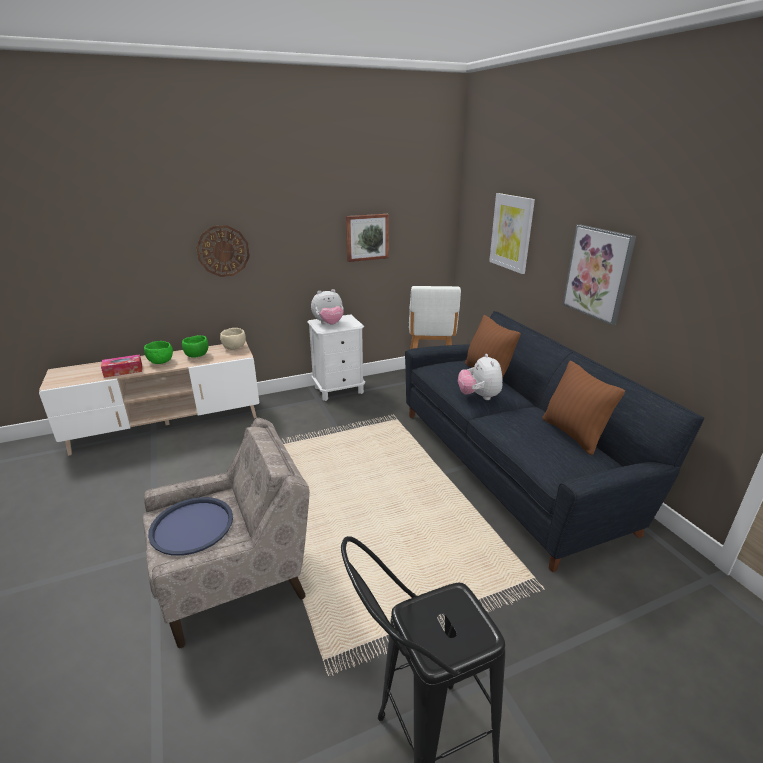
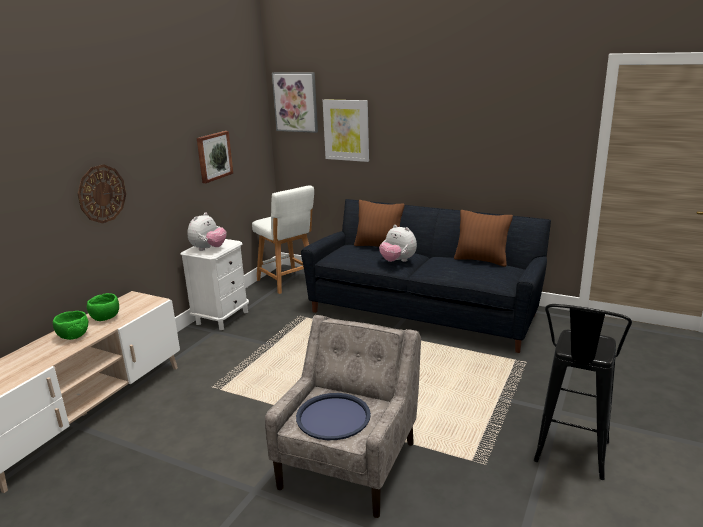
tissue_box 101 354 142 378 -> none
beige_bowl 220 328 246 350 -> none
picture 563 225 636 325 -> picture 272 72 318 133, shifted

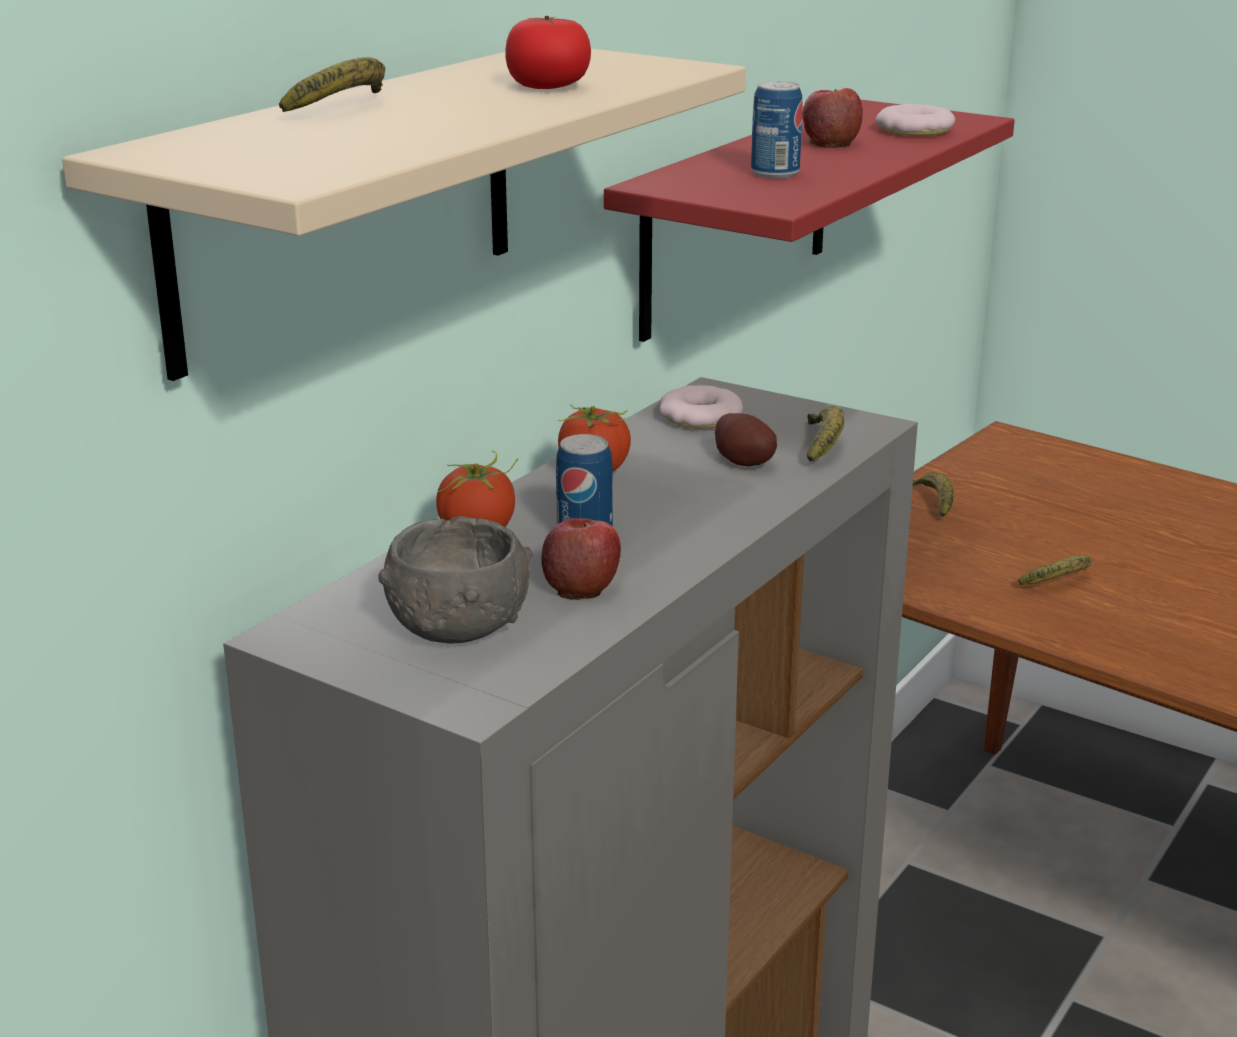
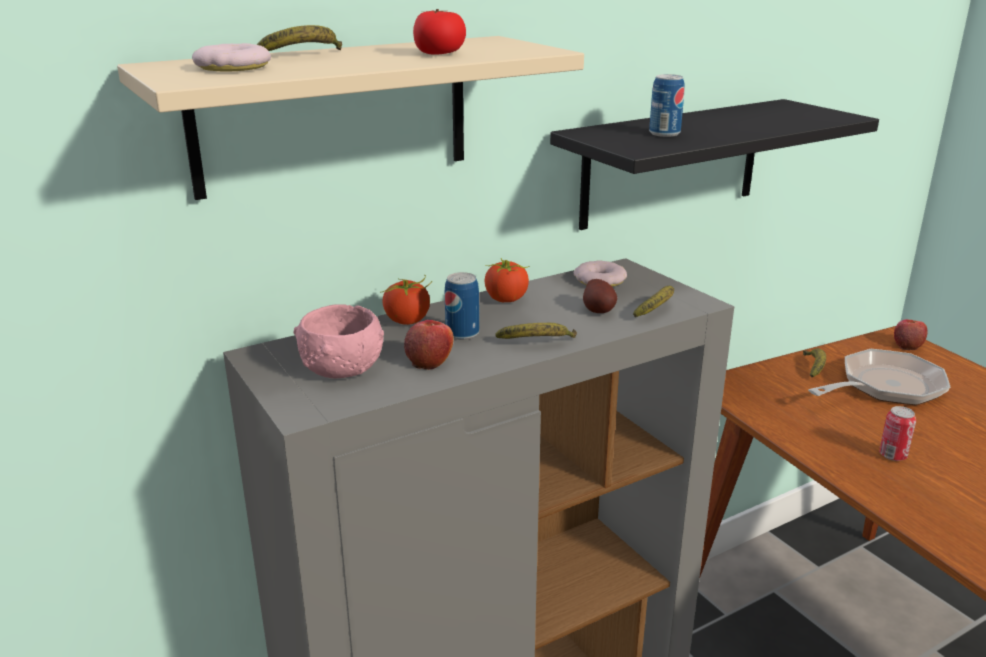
none -> frying_pan 808 349 950 406
none -> can 879 406 916 461
apple 802 88 863 148 -> apple 894 319 928 350, shifted
donut 876 104 955 136 -> donut 192 43 271 72, shifted
banana 1018 555 1092 585 -> banana 495 323 577 339, shifted
grey_bowl 378 516 532 643 -> pink_bowl 294 304 384 378
red_shelf 604 99 1015 342 -> black_shelf 550 99 879 230

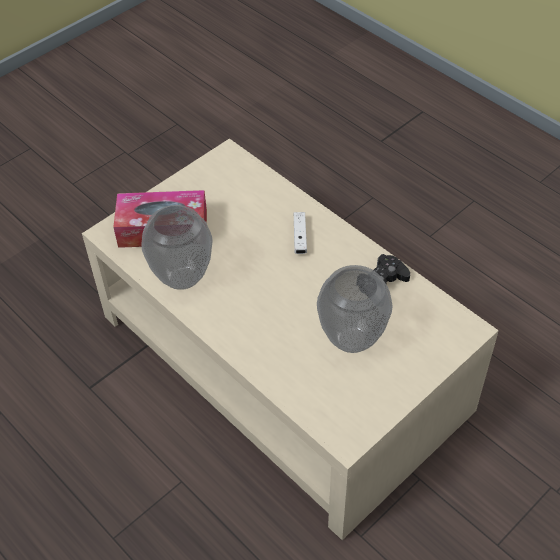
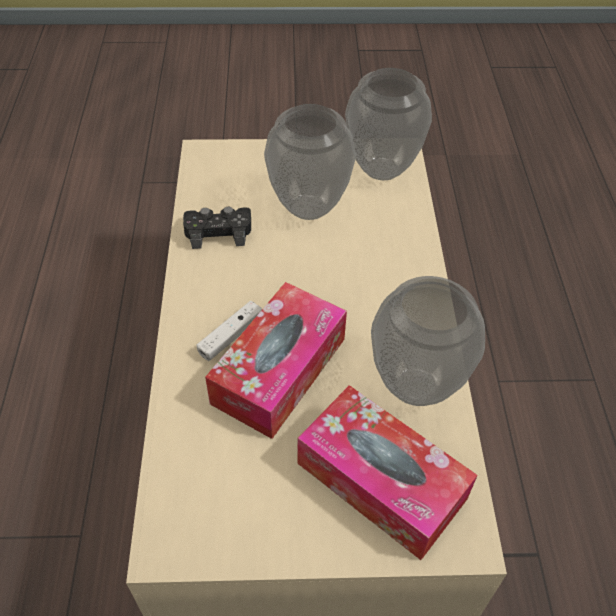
none -> tissue_box 205 282 347 439
none -> vase 345 68 432 180

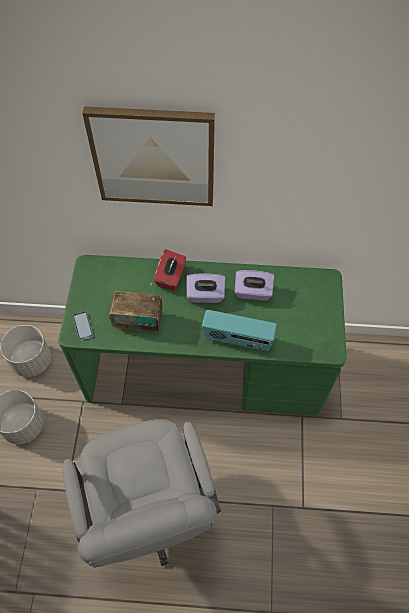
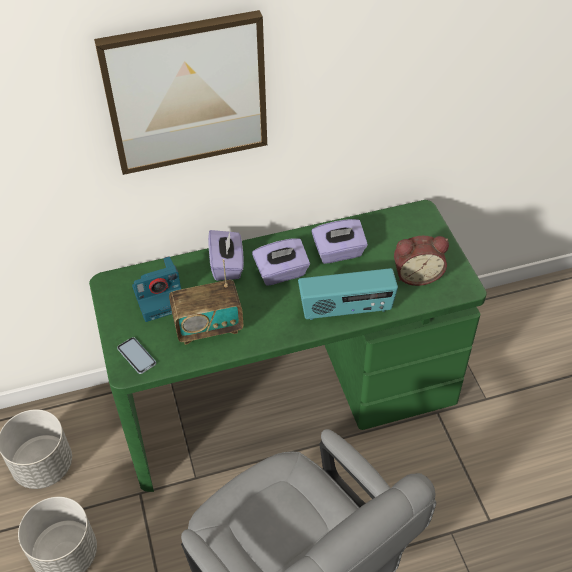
none -> photo_camera 132 256 181 322
none -> alarm_clock 394 236 449 286
red_tissue_box 154 249 186 290 -> purple_tissue_box 208 230 244 281

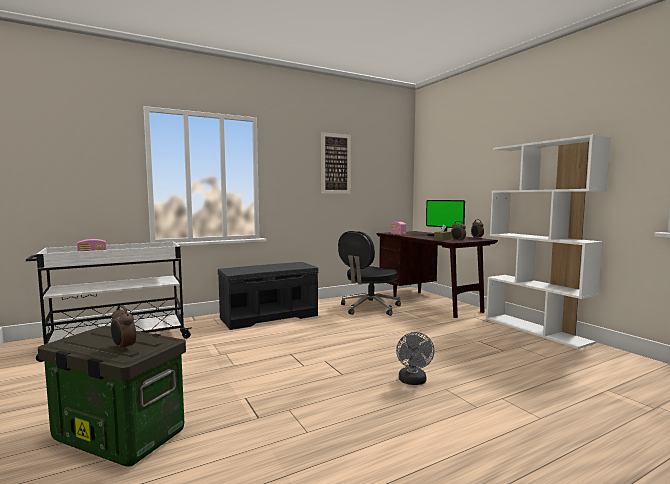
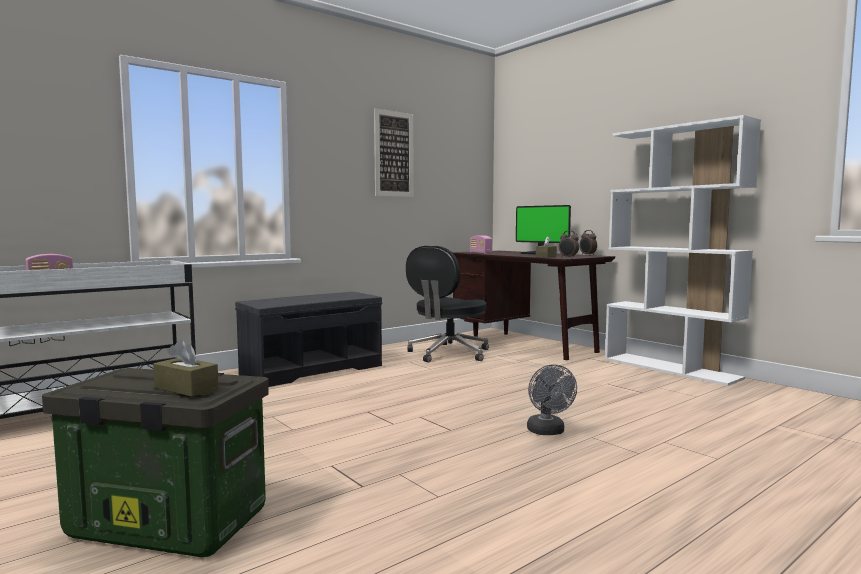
alarm_clock 111 305 136 352 -> brown_tissue_box 153 340 219 397

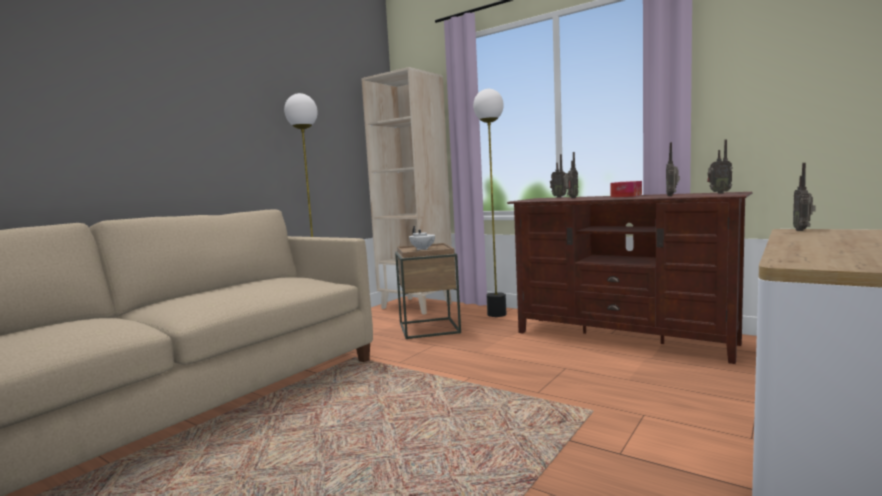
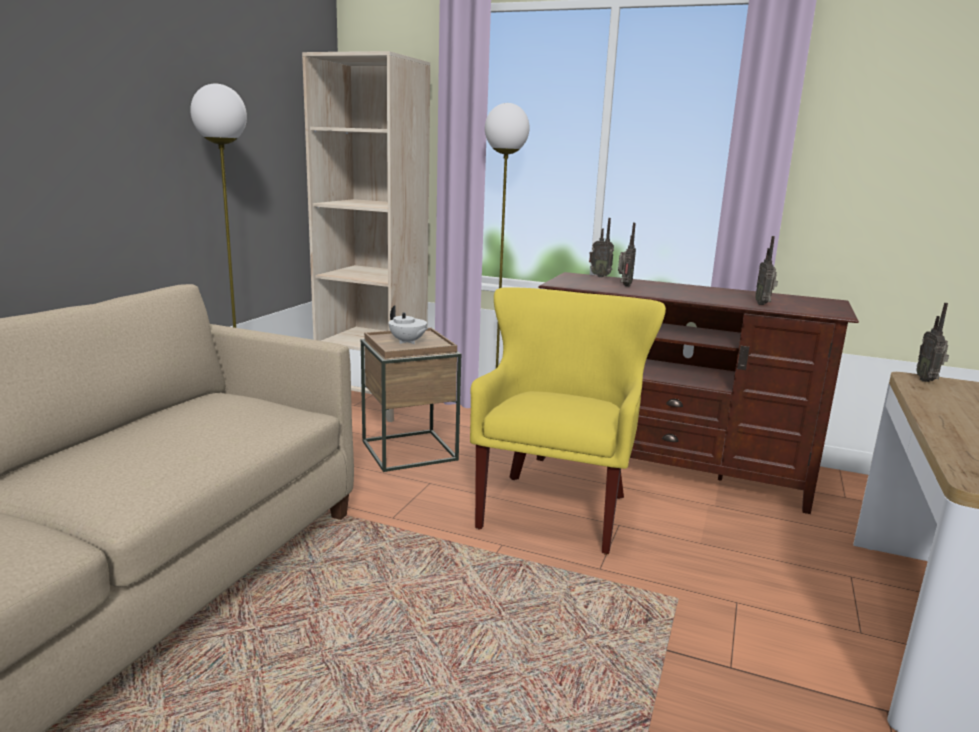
tissue_box 610 181 642 197 -> none
radio 707 139 733 194 -> none
none -> yellow_armchair 470 287 666 555

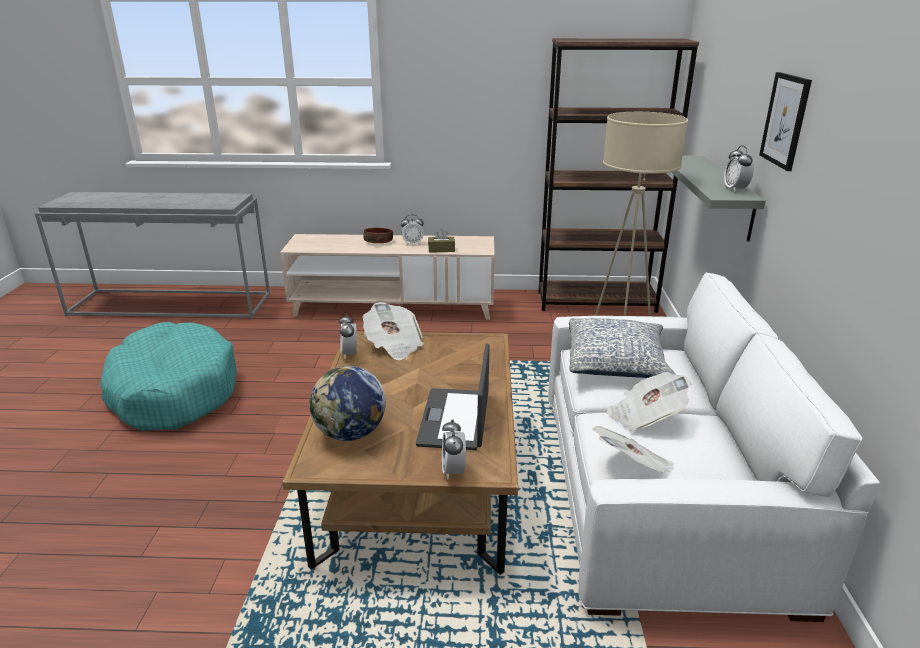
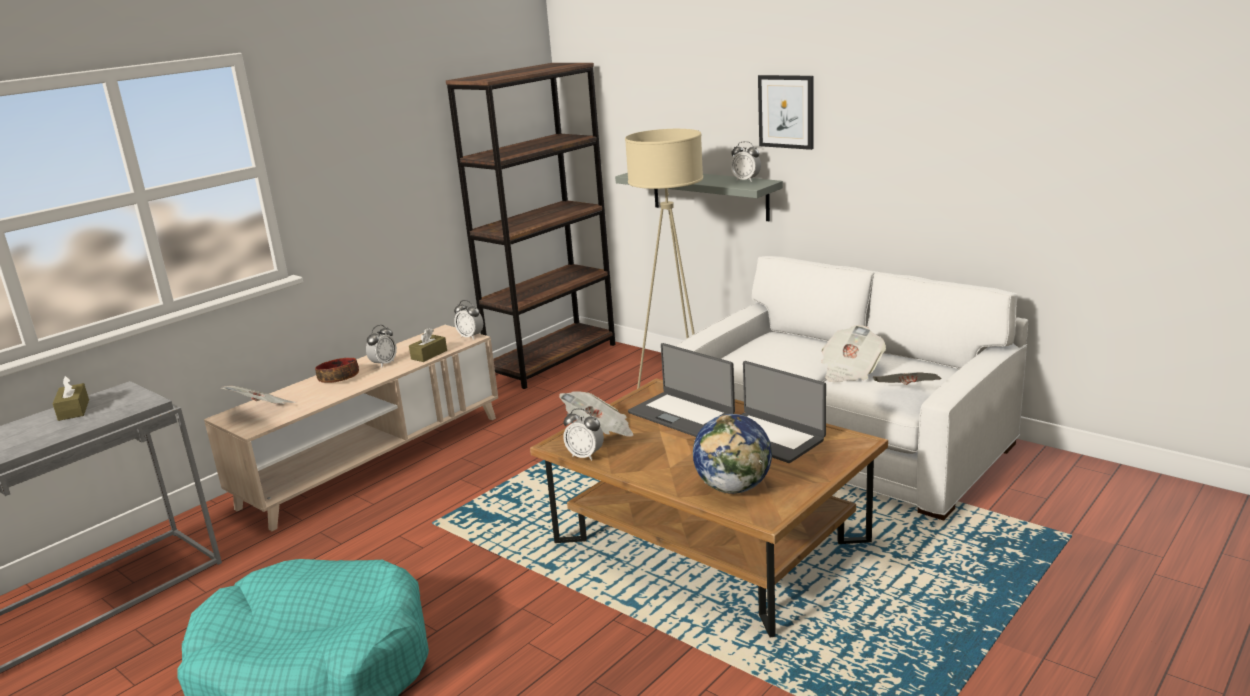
pillow 569 318 676 378 -> none
none -> brown_tissue_box 53 375 89 421
none -> newspaper 221 386 296 404
none -> laptop 628 343 735 437
alarm_clock 442 420 466 480 -> alarm_clock 454 300 483 340, shifted

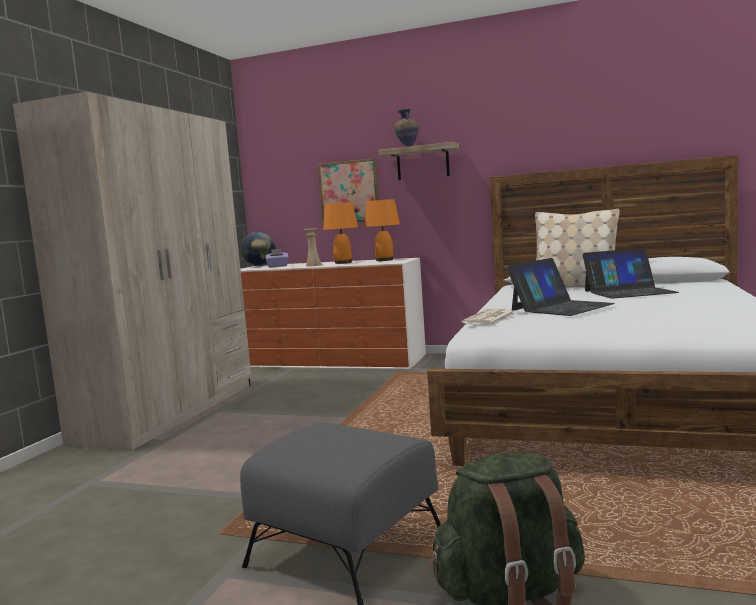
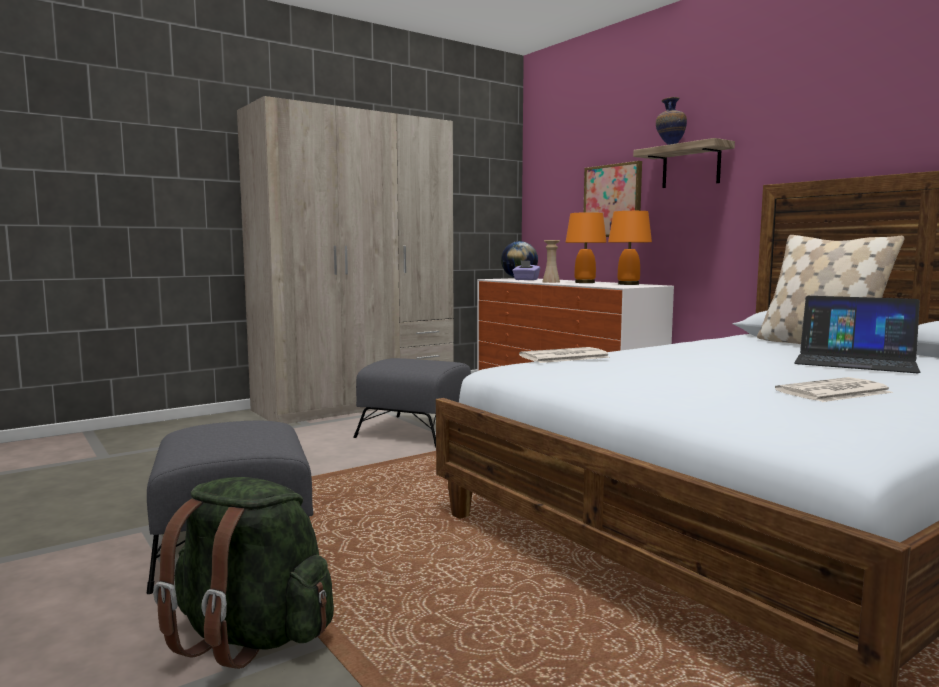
laptop 506 258 615 316 -> none
none -> grey_ottoman 353 358 471 448
none -> newspaper 775 377 893 402

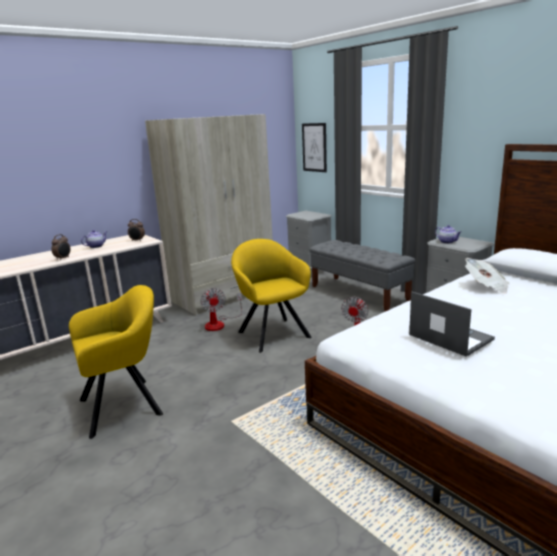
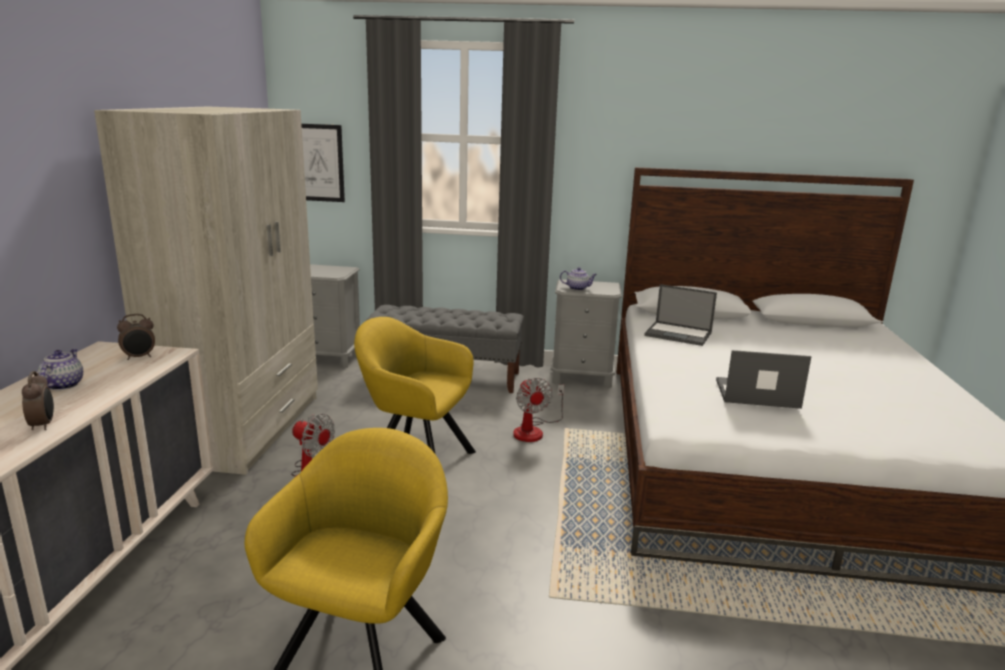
newspaper 465 258 509 294 -> laptop 644 284 717 346

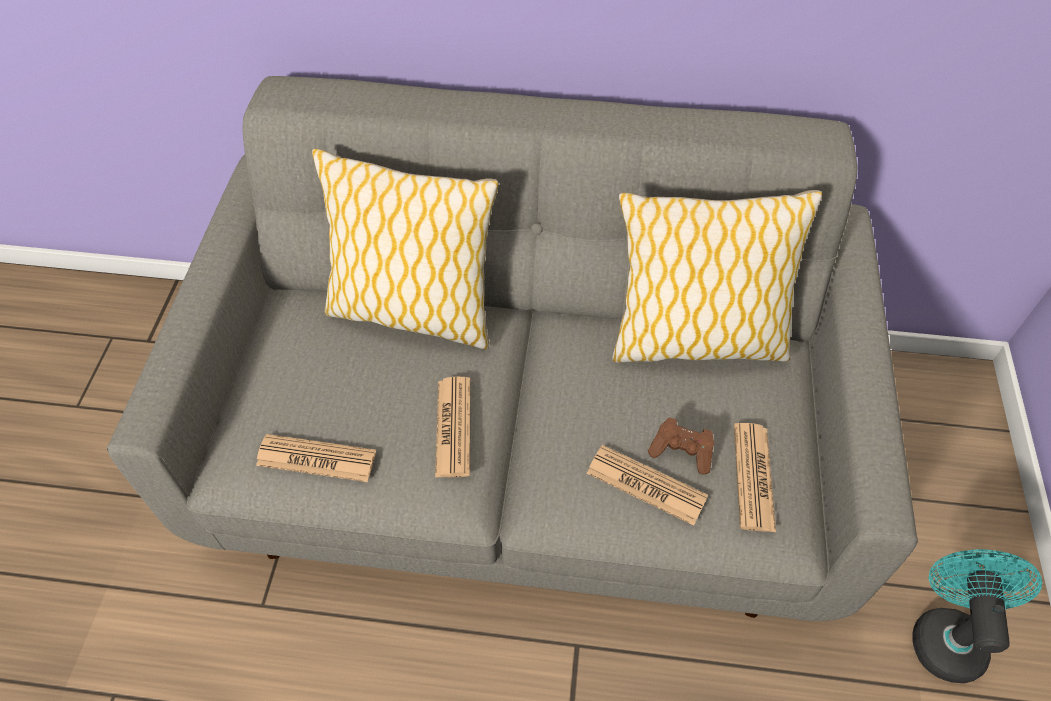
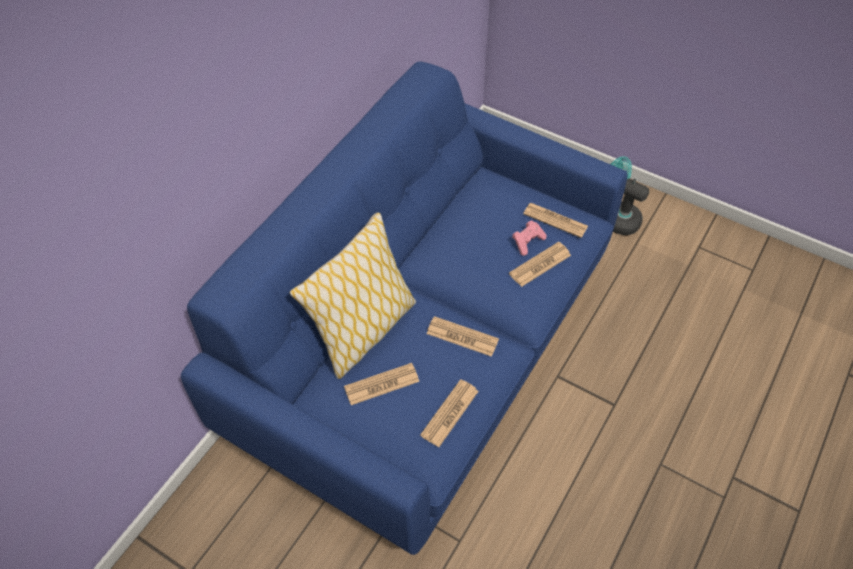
pillow 612 190 822 363 -> none
none -> newspaper 344 363 419 405
grey_sofa 107 76 918 621 -> blue_sofa 181 61 627 555
brown_game_controller 648 418 714 475 -> pink_game_controller 512 220 546 256

